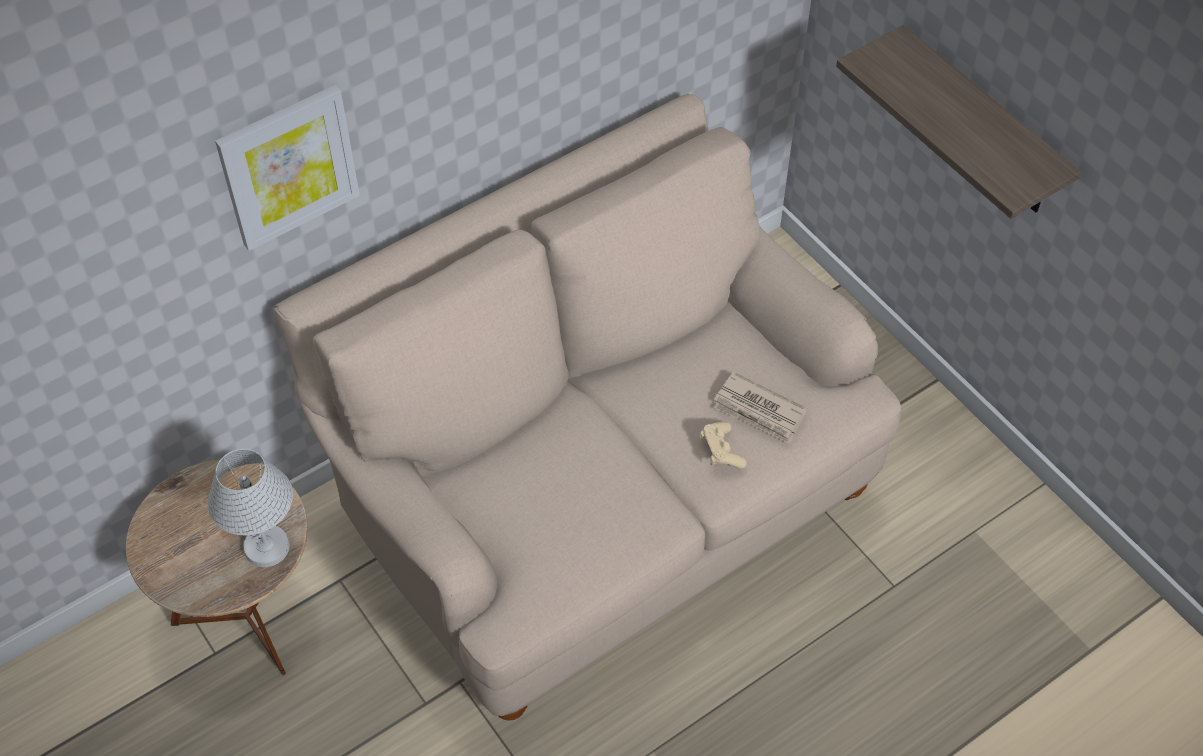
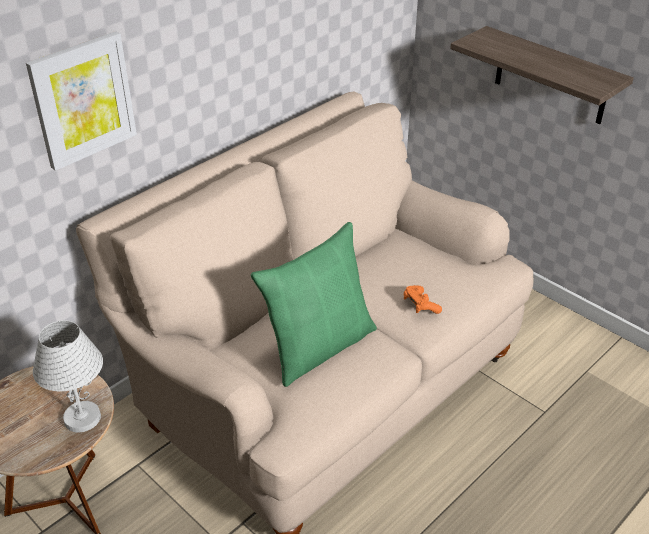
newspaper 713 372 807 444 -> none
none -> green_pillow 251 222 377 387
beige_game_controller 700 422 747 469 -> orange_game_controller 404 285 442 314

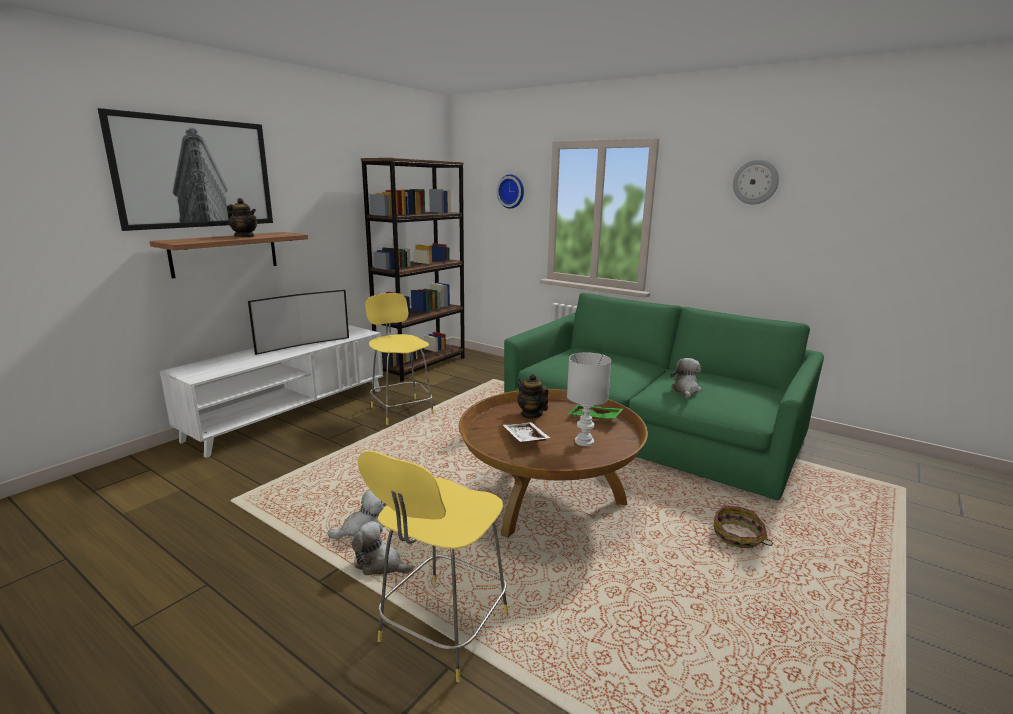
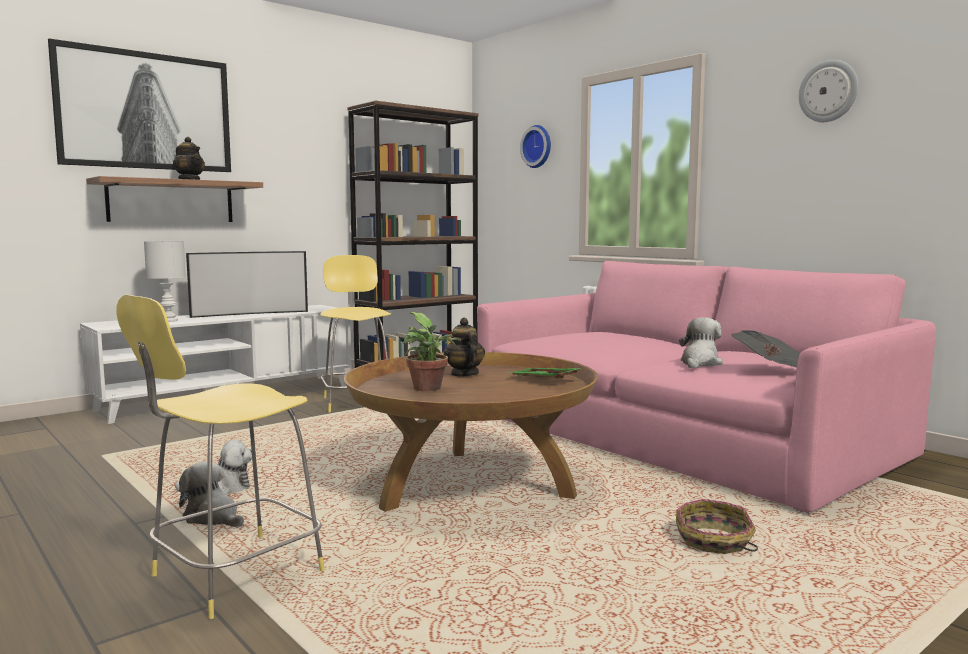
none -> newspaper 732 330 800 368
white_table_lamp 567 352 611 446 -> white_table_lamp 144 241 186 322, shifted
white_tray 503 422 550 443 -> potted_plant 403 312 461 392
green_sofa 504 293 824 500 -> pink_sofa 477 261 936 513

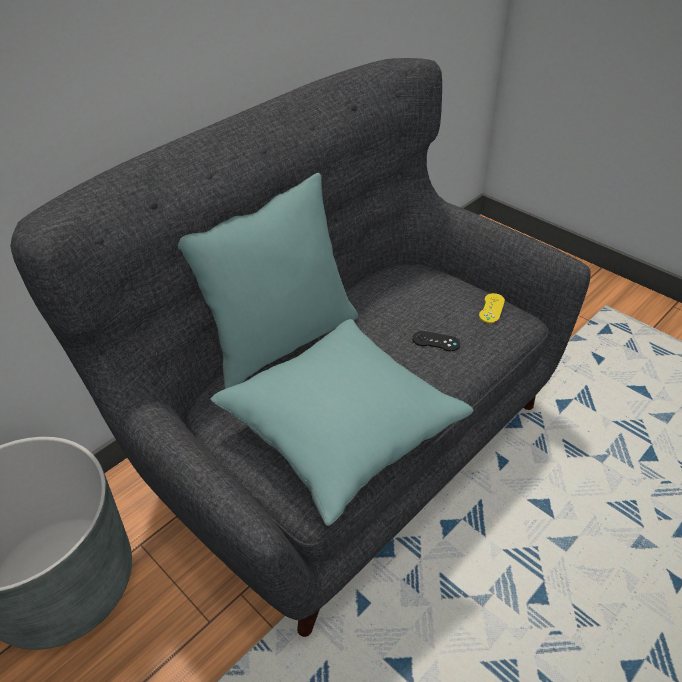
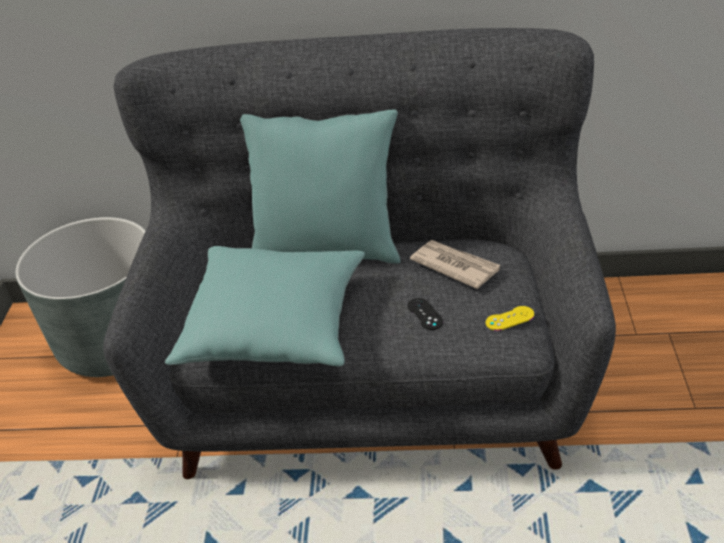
none -> newspaper 410 240 500 289

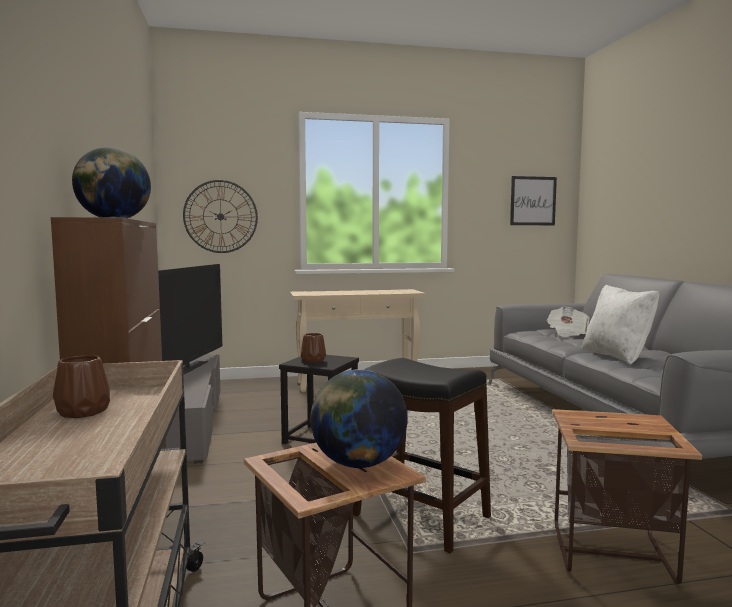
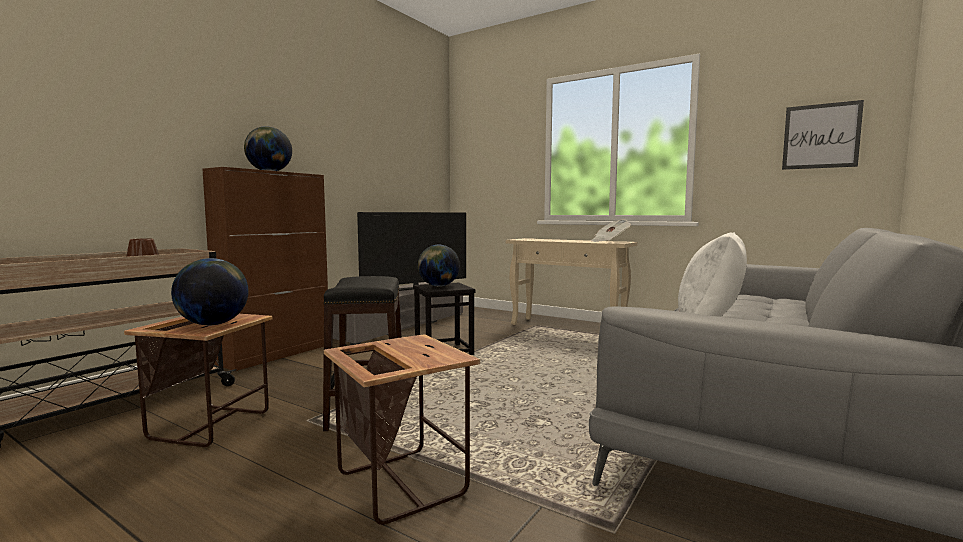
wall_clock 183 180 258 253 -> none
newspaper 547 307 590 337 -> newspaper 591 220 631 242, shifted
brown_vase 301 333 326 363 -> globe 418 245 460 286

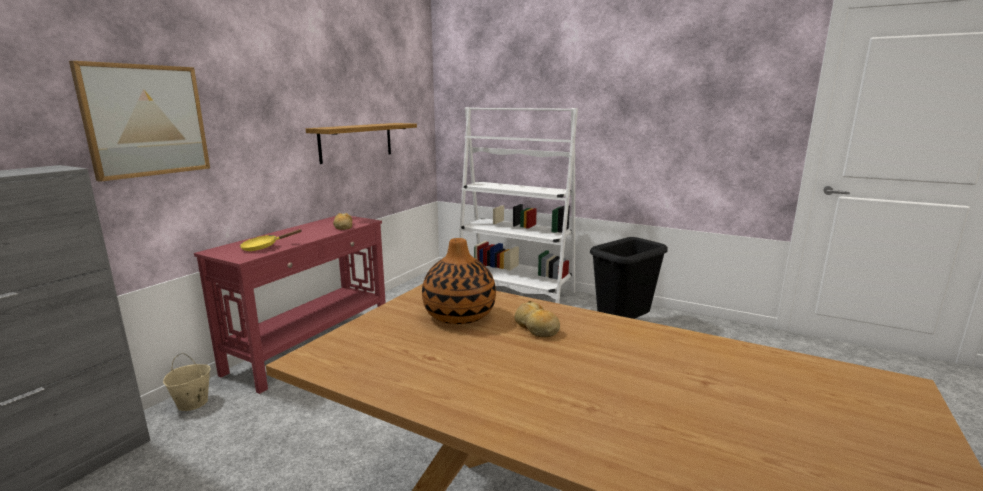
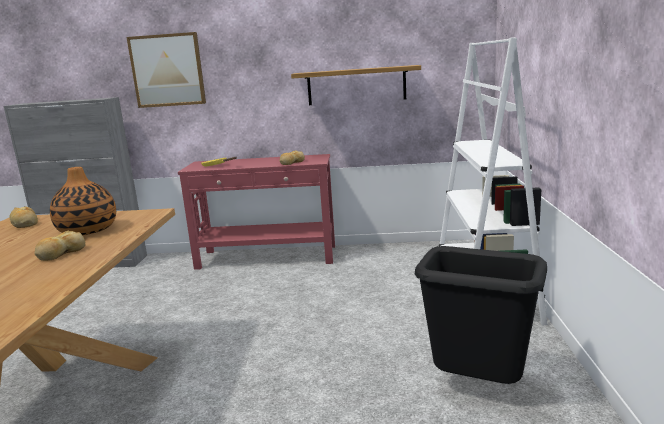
beige_bucket 163 353 211 411 -> none
none -> bread 9 206 38 228

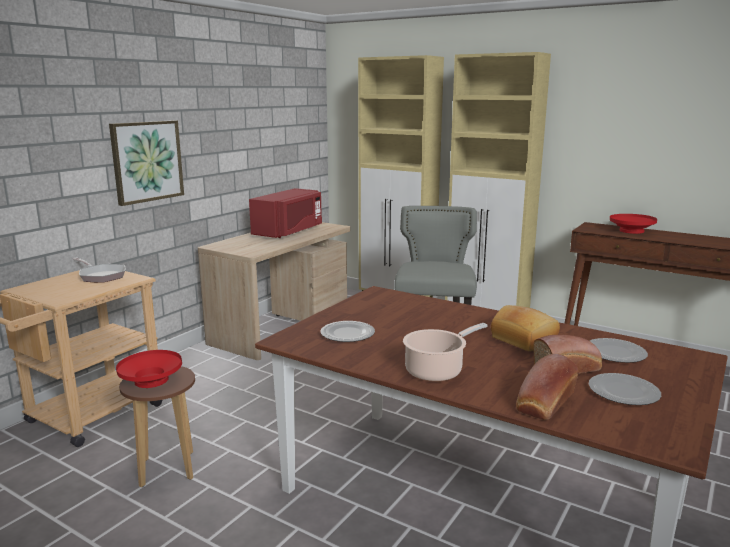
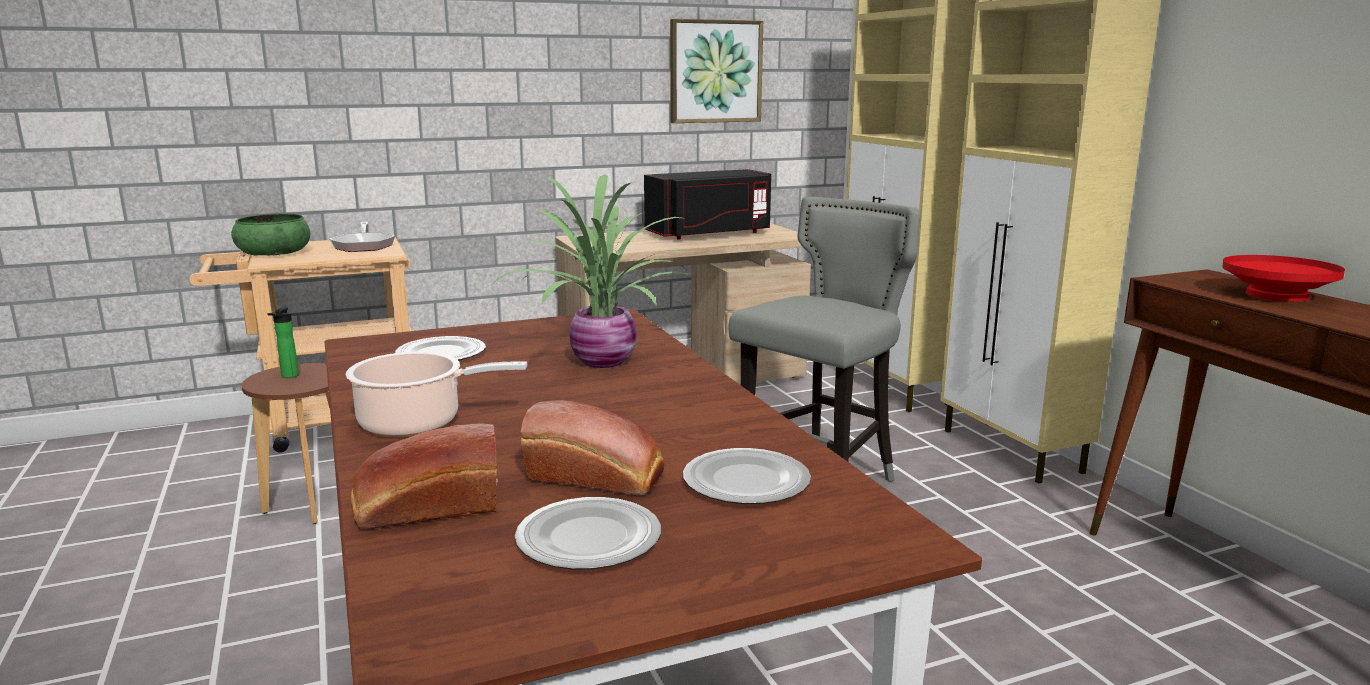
bread 491 305 560 351 -> none
none -> green_bowl 231 213 310 256
none -> potted_plant 494 174 694 368
picture 109 120 184 206 -> picture 670 19 763 123, shifted
red_bowl 116 350 182 388 -> bottle 267 307 299 378
red_microwave 249 188 322 238 -> black_microwave 644 169 771 240

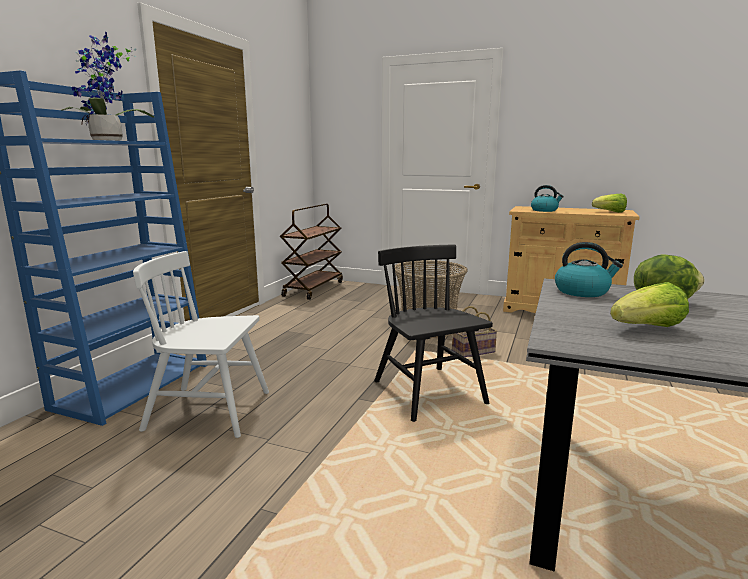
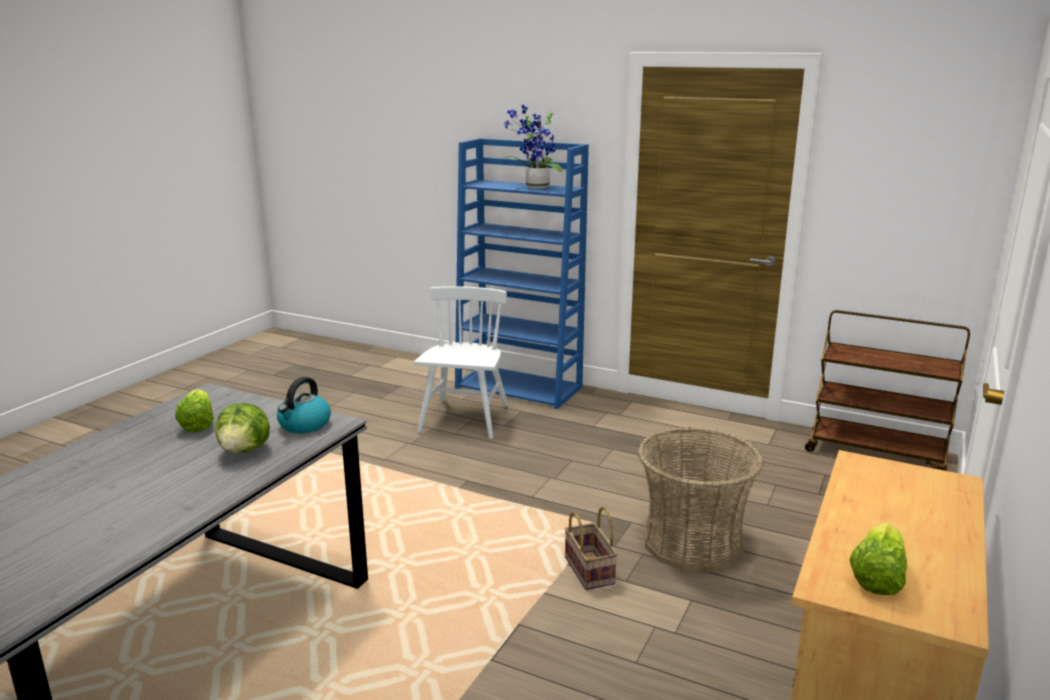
black_chair 374 245 493 422 -> none
kettle 531 185 564 212 -> none

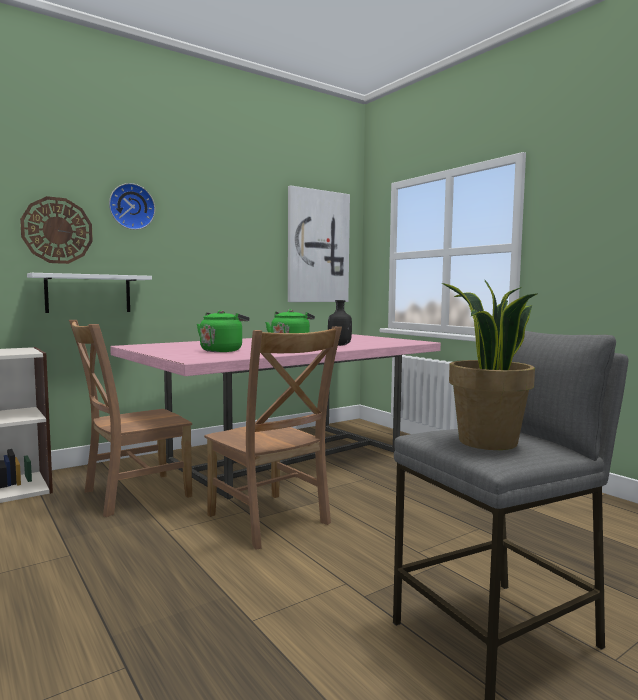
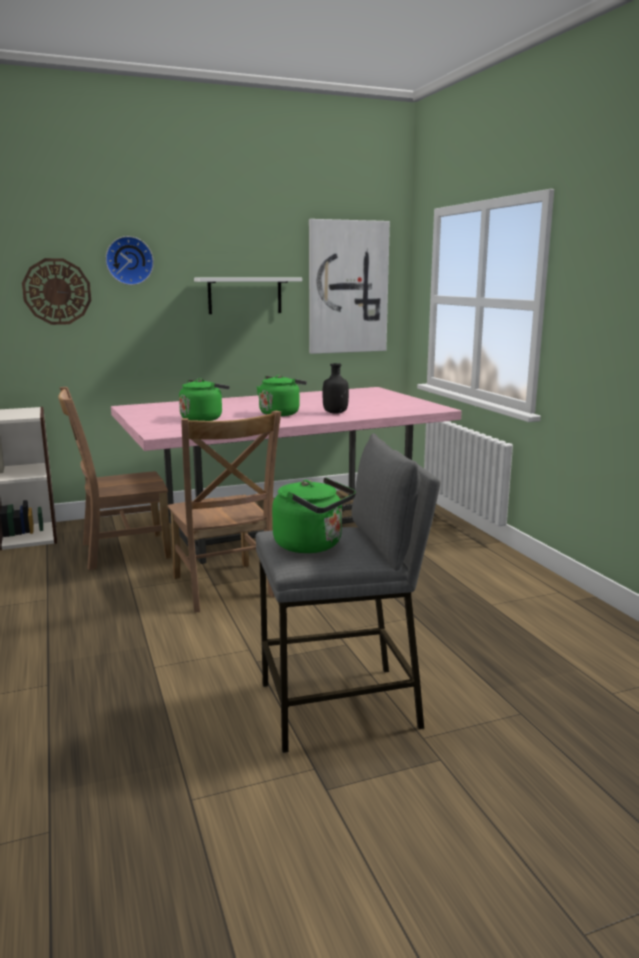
white_shelf 27 273 152 313 -> white_shelf 194 278 302 314, shifted
potted_plant 442 279 538 450 -> green_kettle 272 477 356 553

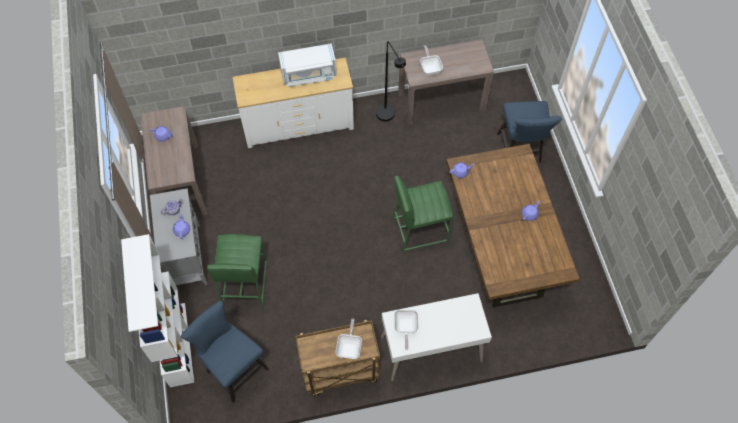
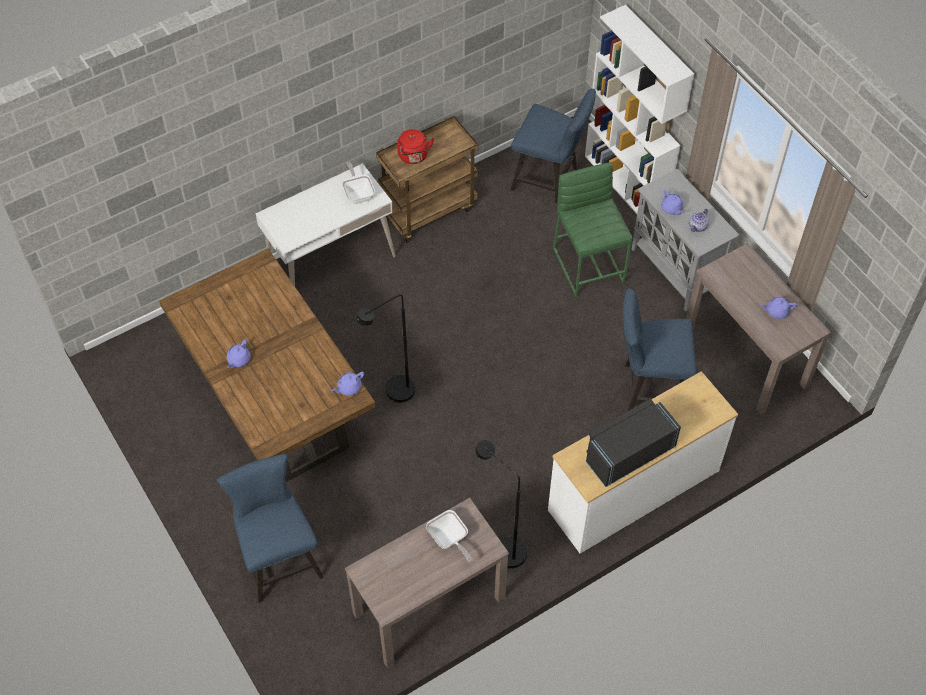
none -> blue_chair 623 288 697 411
frying_pan 336 318 362 359 -> red_kettle 397 129 434 164
green_stool 393 176 453 251 -> black_floor_lamp 356 294 415 403
white_microwave 278 43 336 87 -> black_microwave 586 399 681 487

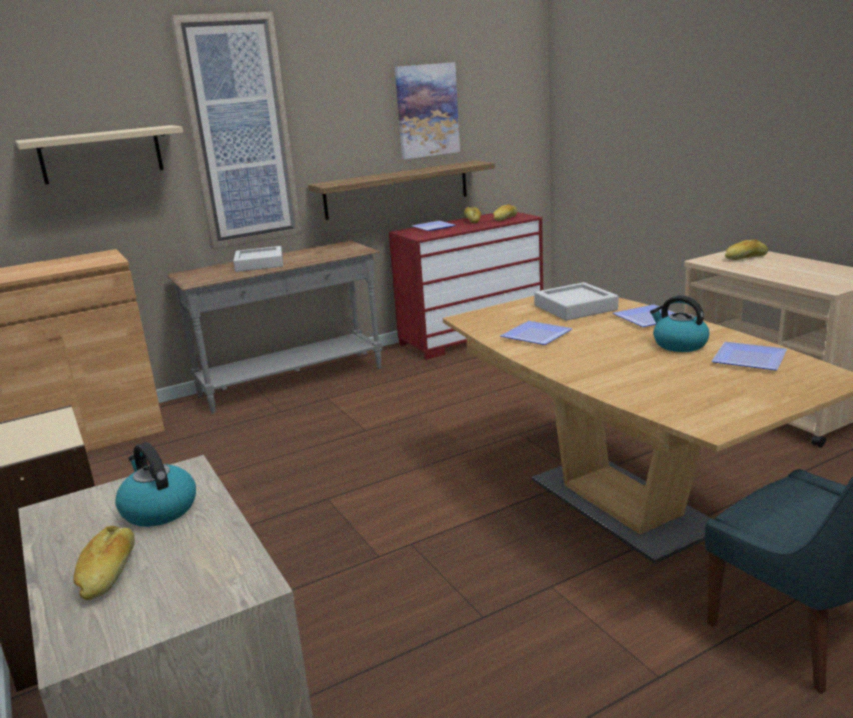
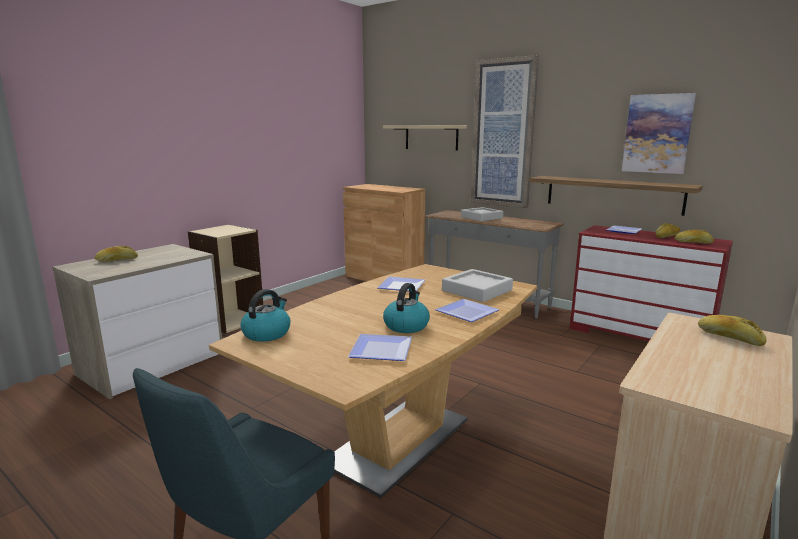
kettle 115 442 196 527 -> kettle 240 289 290 342, shifted

